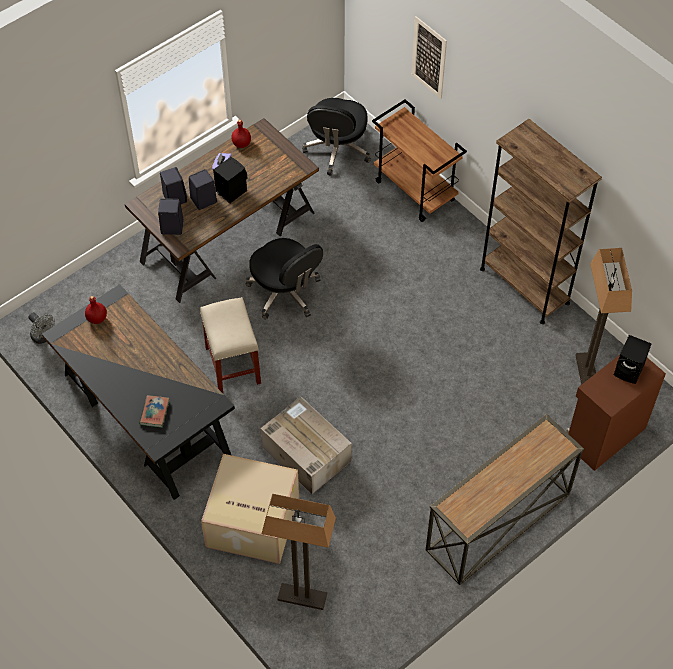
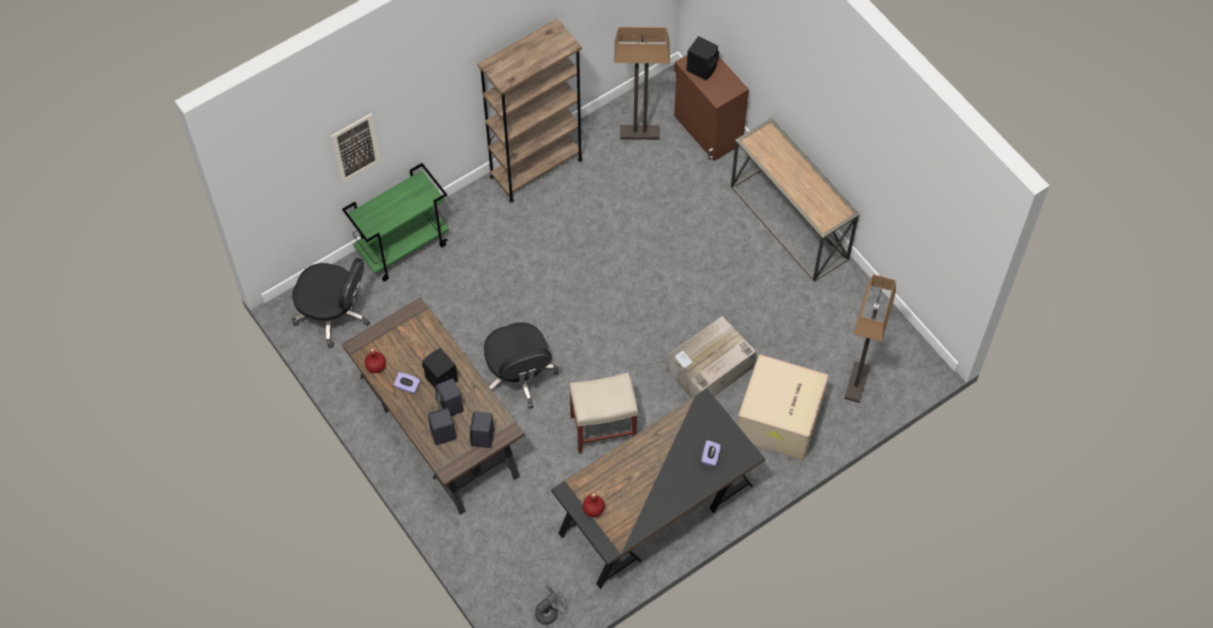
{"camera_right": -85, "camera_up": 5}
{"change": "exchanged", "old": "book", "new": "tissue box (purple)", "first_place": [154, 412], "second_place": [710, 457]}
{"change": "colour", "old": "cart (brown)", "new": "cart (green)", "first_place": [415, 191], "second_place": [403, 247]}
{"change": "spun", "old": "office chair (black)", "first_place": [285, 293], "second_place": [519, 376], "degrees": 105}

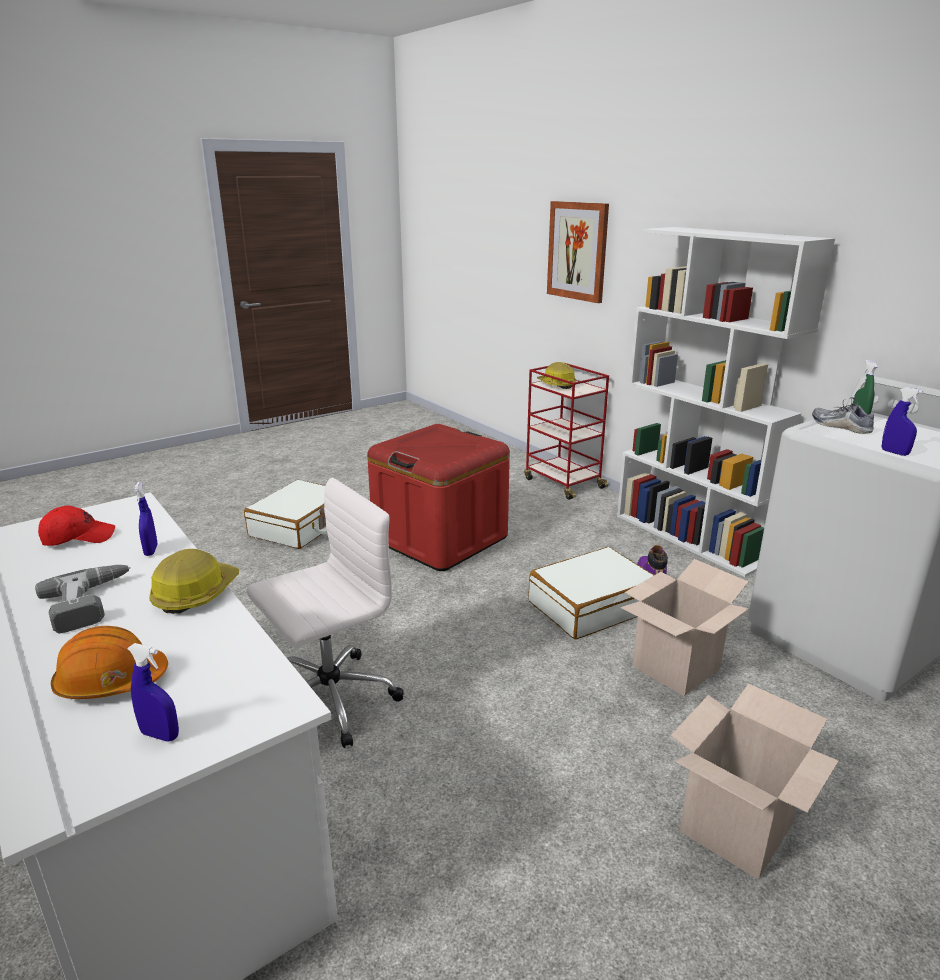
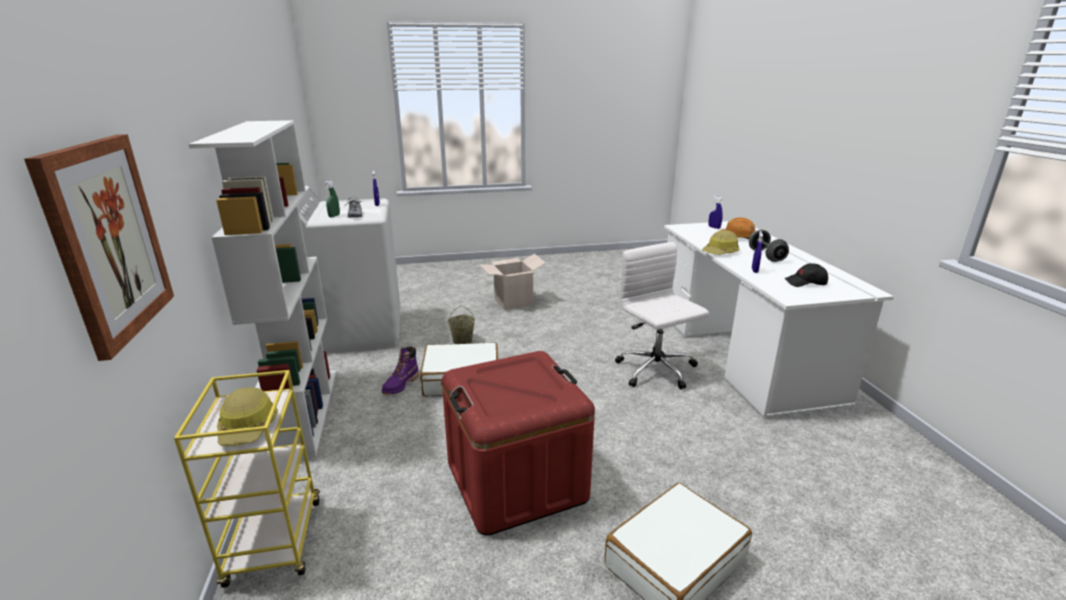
{"camera_right": -155, "camera_up": 0}
{"change": "exchanged", "old": "power drill", "new": "dumbbell (grey)", "first_place": [91, 603], "second_place": [766, 256]}
{"change": "exchanged", "old": "cardboard box", "new": "bucket (beige)", "first_place": [676, 667], "second_place": [462, 341]}
{"change": "colour", "old": "cap (red)", "new": "cap (black)", "first_place": [78, 537], "second_place": [805, 283]}
{"change": "colour", "old": "cart (red)", "new": "cart (yellow)", "first_place": [563, 483], "second_place": [275, 543]}
{"change": "spun", "old": "office chair (white)", "first_place": [328, 699], "second_place": [656, 371], "degrees": 75}

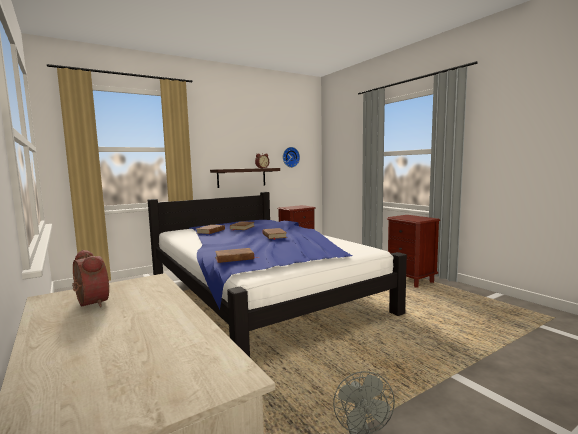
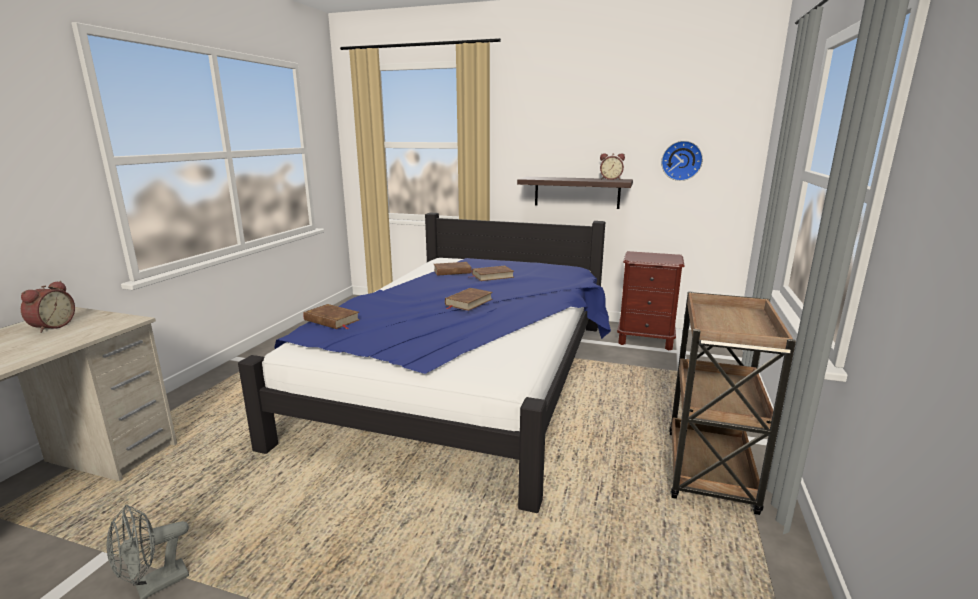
{"camera_right": 50, "camera_up": 10}
{"change": "exchanged", "old": "nightstand (brown)", "new": "cart (brown)", "first_place": [410, 280], "second_place": [709, 472]}

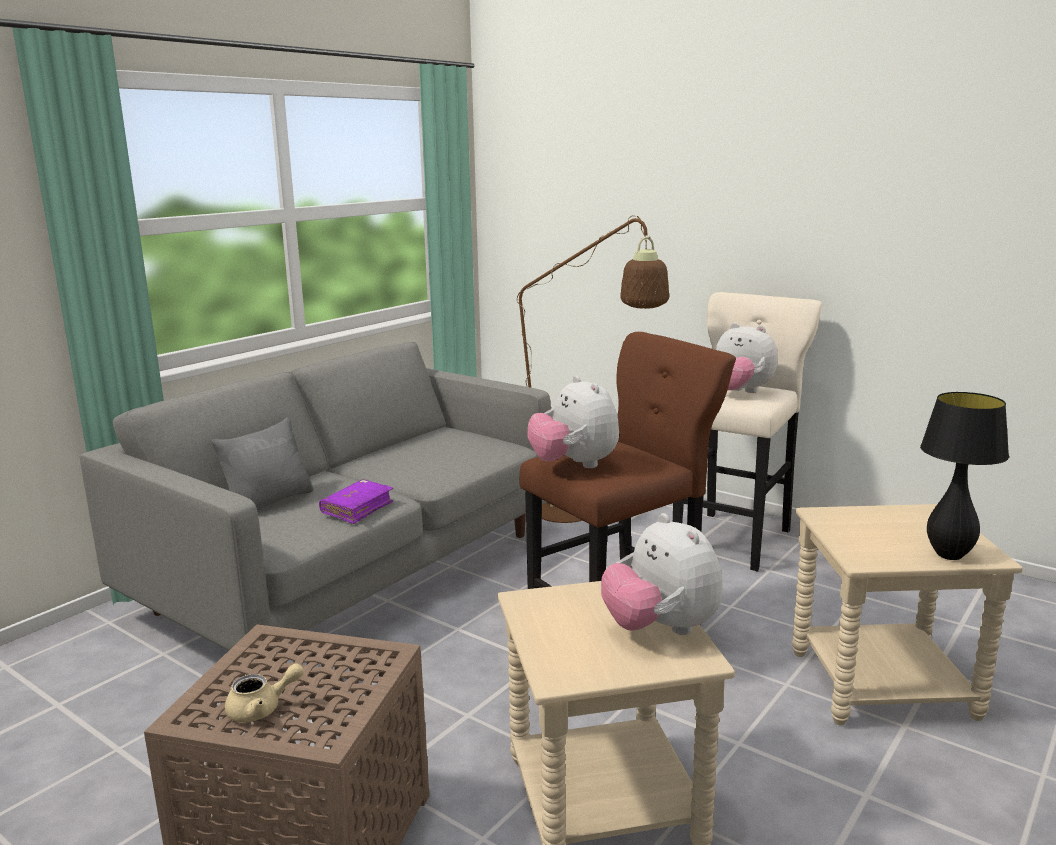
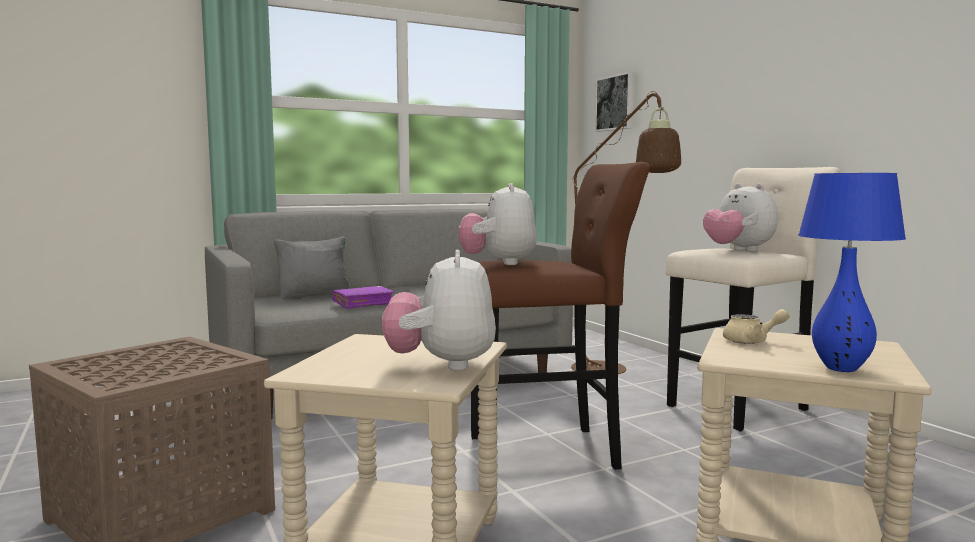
{"camera_right": 25, "camera_up": -10}
{"change": "appeared", "new": "picture", "second_place": [616, 103]}
{"change": "relocated", "old": "teapot (beige)", "first_place": [262, 709], "second_place": [752, 341]}
{"change": "colour", "old": "table lamp (black)", "new": "table lamp (blue)", "first_place": [949, 555], "second_place": [841, 369]}

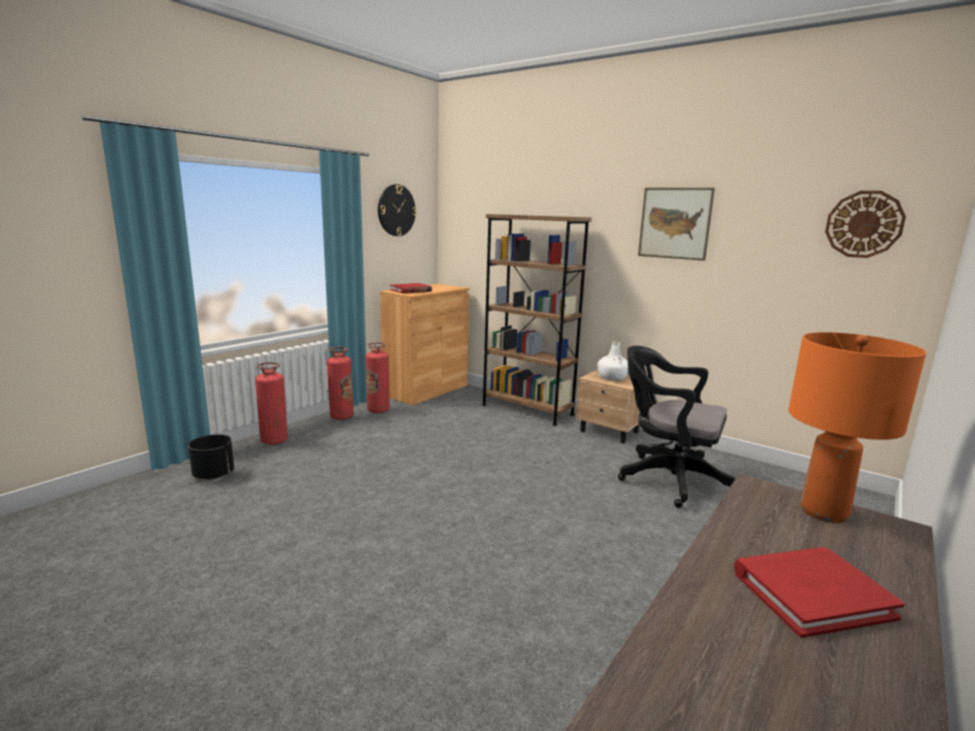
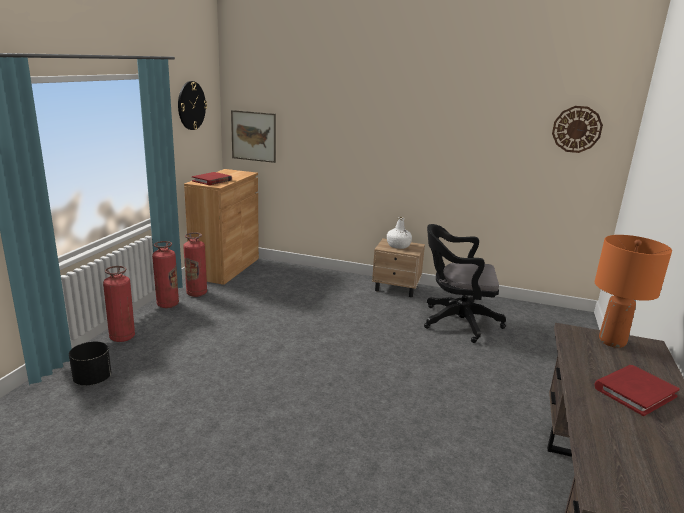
{"camera_right": -20, "camera_up": 5}
{"change": "missing", "old": "bookcase (brown)", "first_place": [527, 409]}
{"change": "relocated", "old": "picture", "first_place": [674, 223], "second_place": [253, 136]}

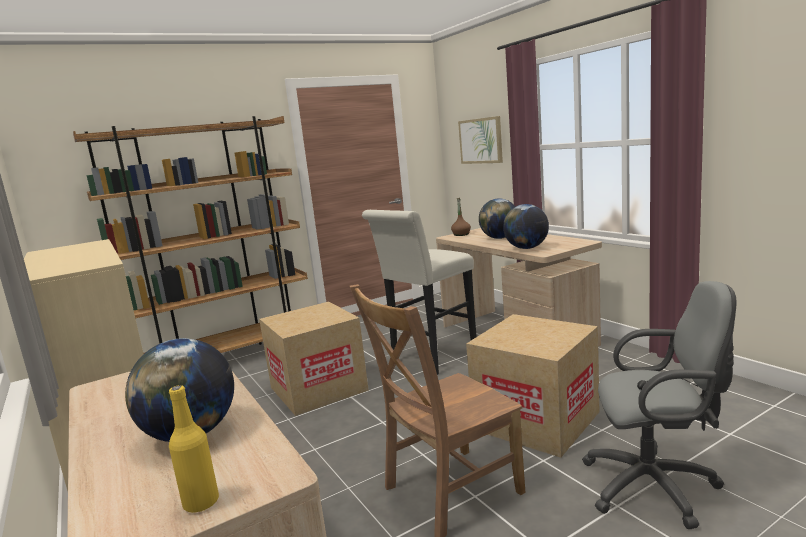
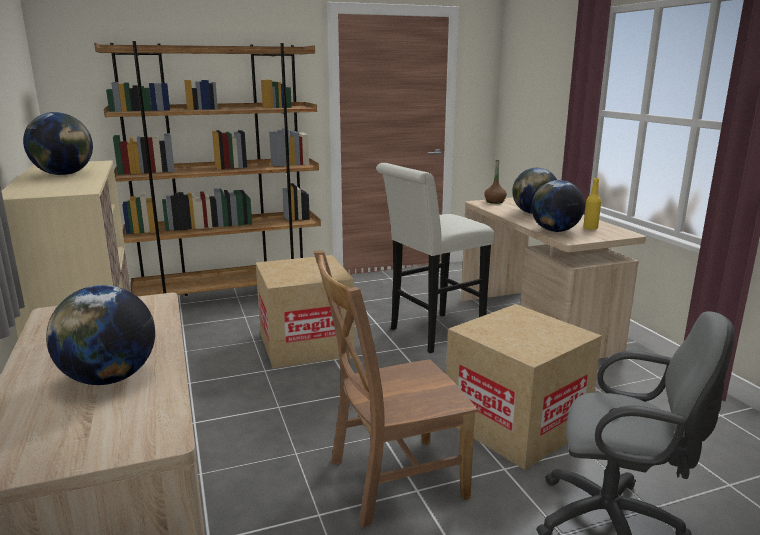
{"camera_right": 10, "camera_up": 5}
{"change": "missing", "old": "picture", "first_place": [481, 141]}
{"change": "appeared", "new": "globe", "second_place": [64, 175]}
{"change": "relocated", "old": "bottle (yellow)", "first_place": [201, 502], "second_place": [590, 228]}

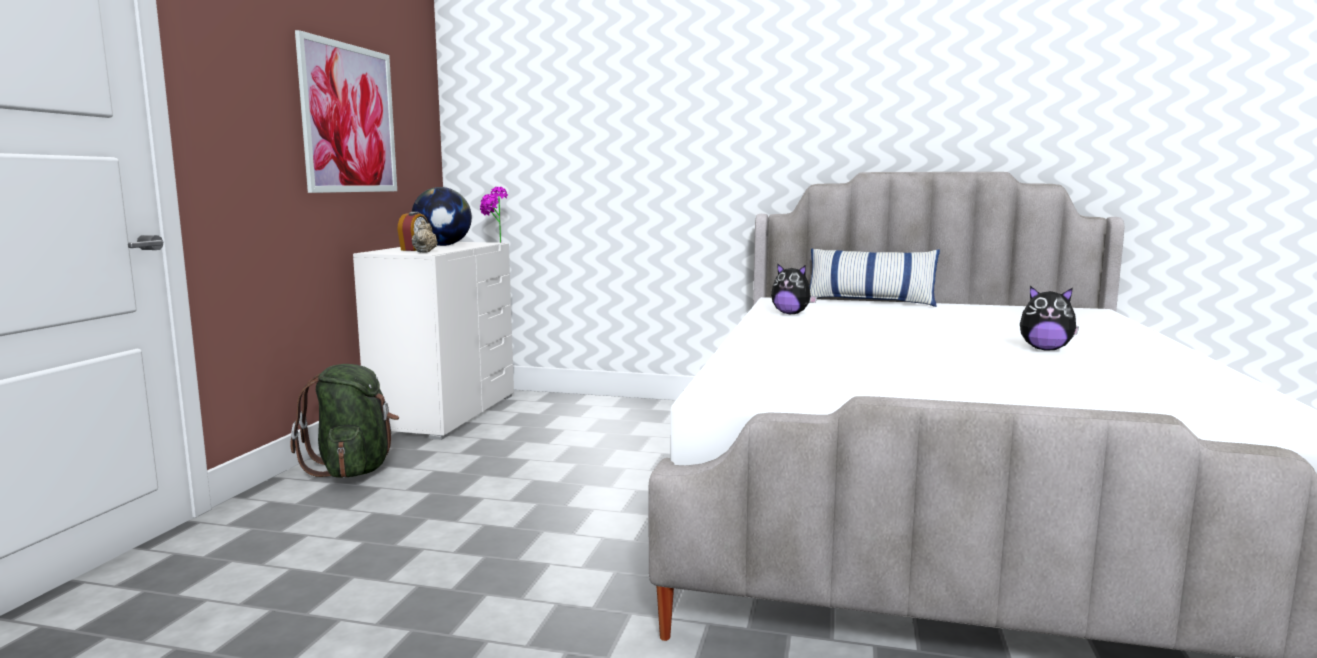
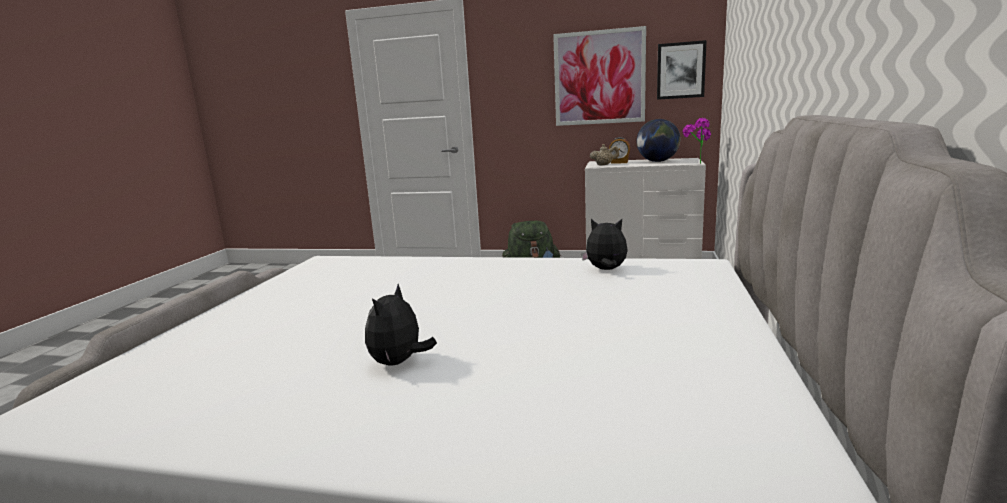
{"camera_right": 90, "camera_up": 5}
{"change": "missing", "old": "pillow", "first_place": [869, 301]}
{"change": "appeared", "new": "picture", "second_place": [680, 70]}
{"change": "spun", "old": "plush toy", "first_place": [791, 314], "second_place": [606, 270], "degrees": 75}

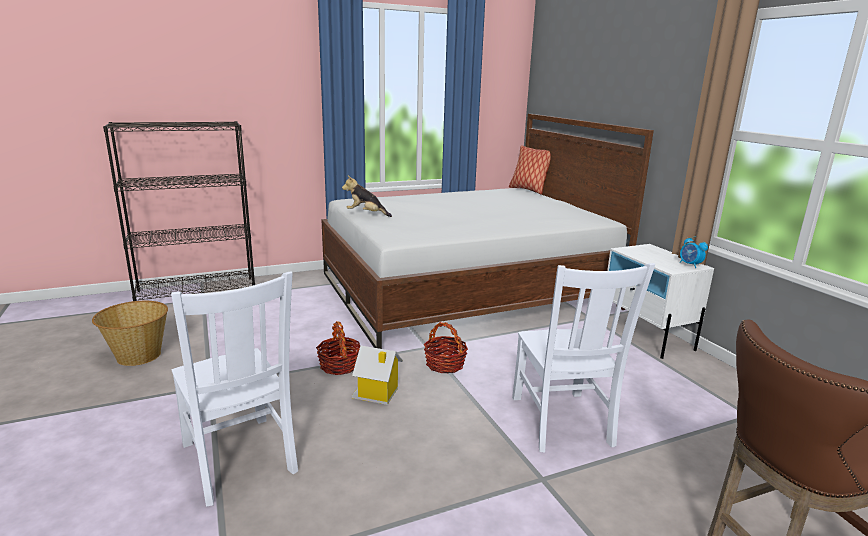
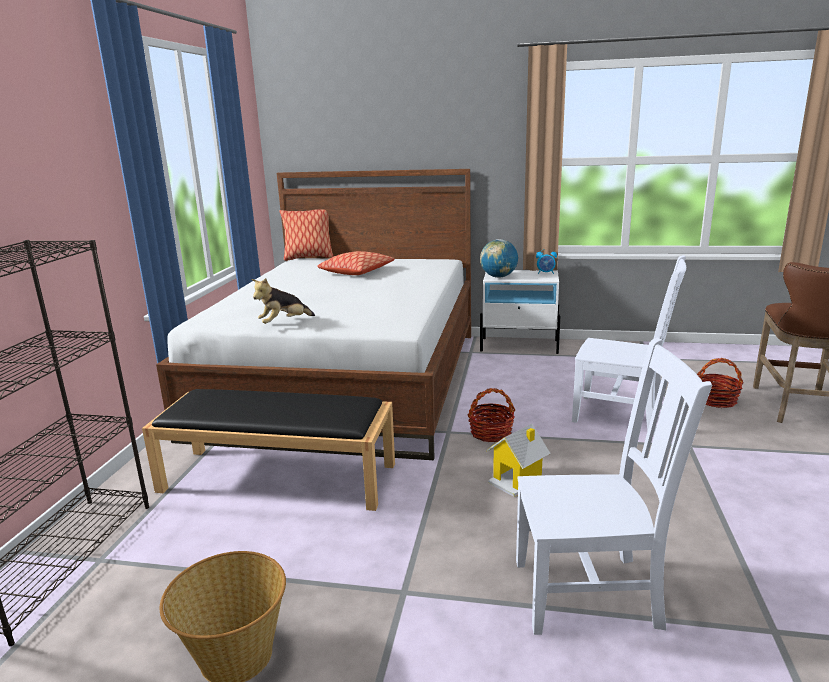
{"camera_right": -55, "camera_up": 0}
{"change": "appeared", "new": "bench (black)", "second_place": [280, 477]}
{"change": "appeared", "new": "pillow", "second_place": [356, 272]}
{"change": "appeared", "new": "globe", "second_place": [498, 277]}
{"change": "relocated", "old": "basket", "first_place": [339, 365], "second_place": [716, 400]}

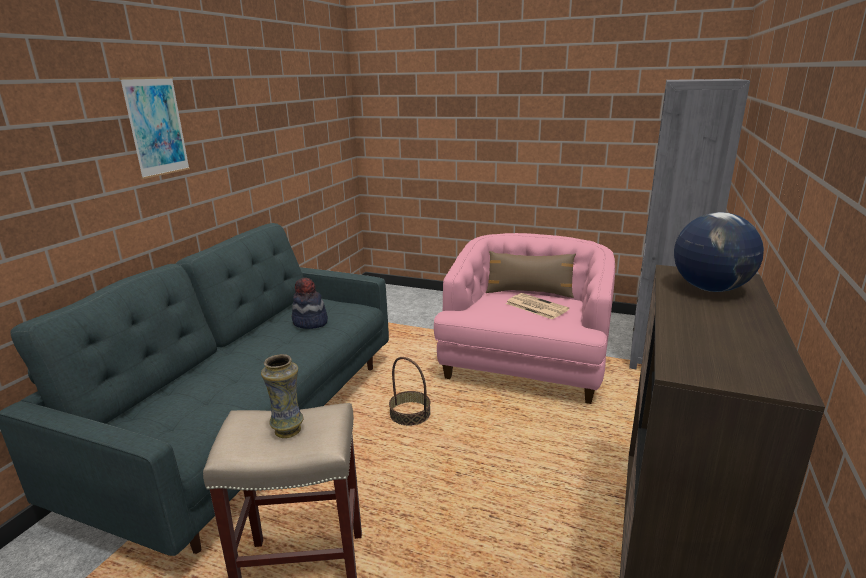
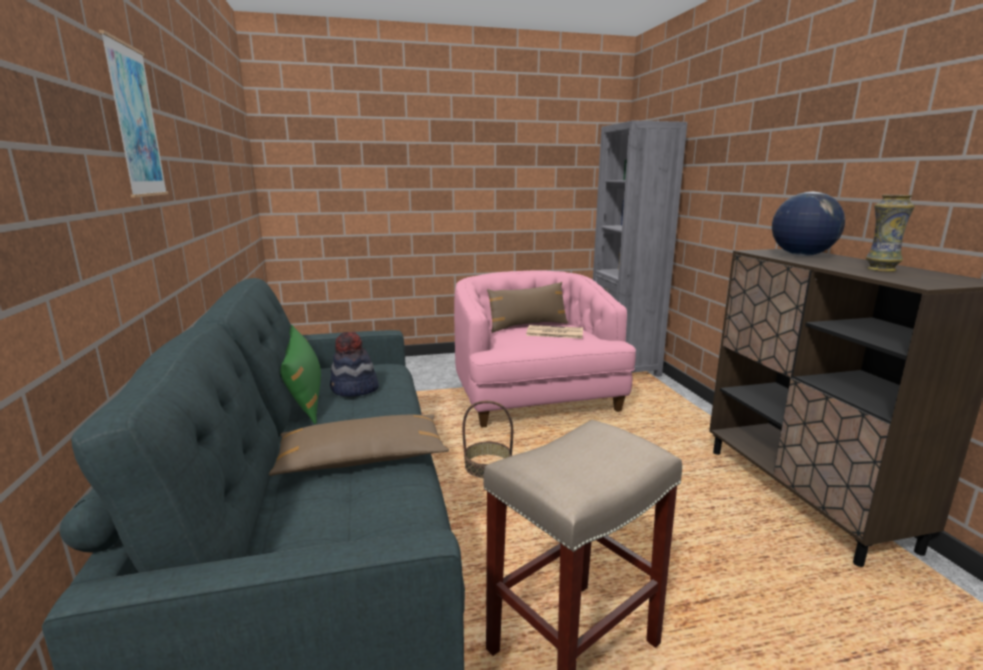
{"camera_right": -35, "camera_up": -5}
{"change": "appeared", "new": "pillow (brown)", "second_place": [362, 459]}
{"change": "appeared", "new": "pillow (green)", "second_place": [305, 398]}
{"change": "relocated", "old": "vase", "first_place": [288, 430], "second_place": [880, 269]}

